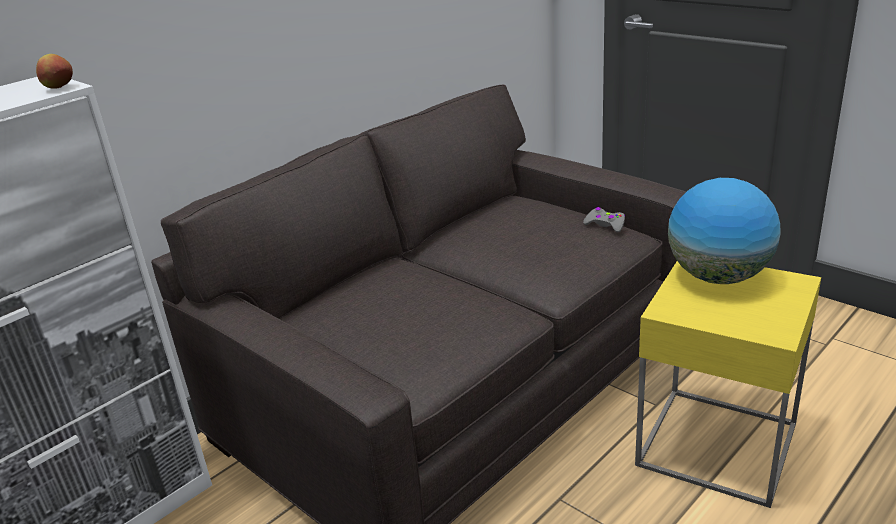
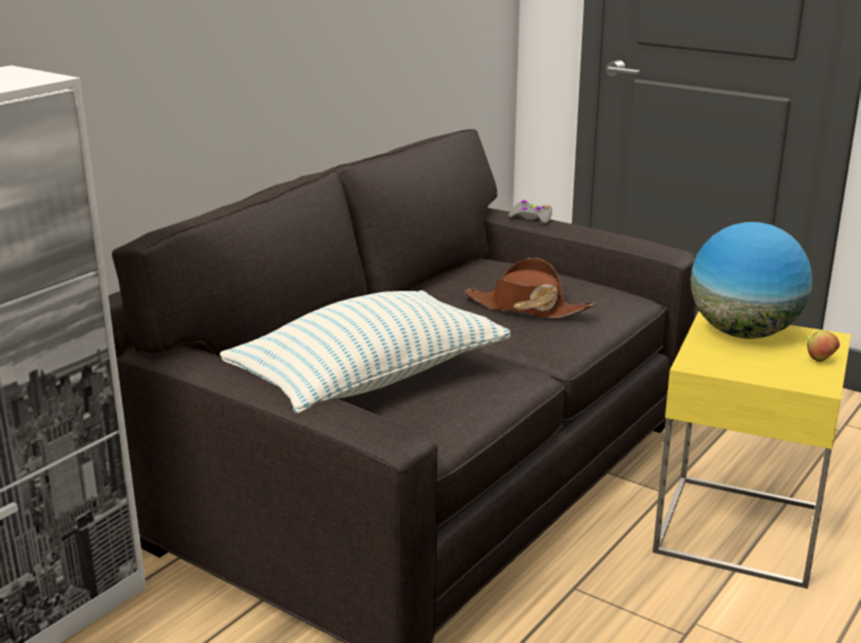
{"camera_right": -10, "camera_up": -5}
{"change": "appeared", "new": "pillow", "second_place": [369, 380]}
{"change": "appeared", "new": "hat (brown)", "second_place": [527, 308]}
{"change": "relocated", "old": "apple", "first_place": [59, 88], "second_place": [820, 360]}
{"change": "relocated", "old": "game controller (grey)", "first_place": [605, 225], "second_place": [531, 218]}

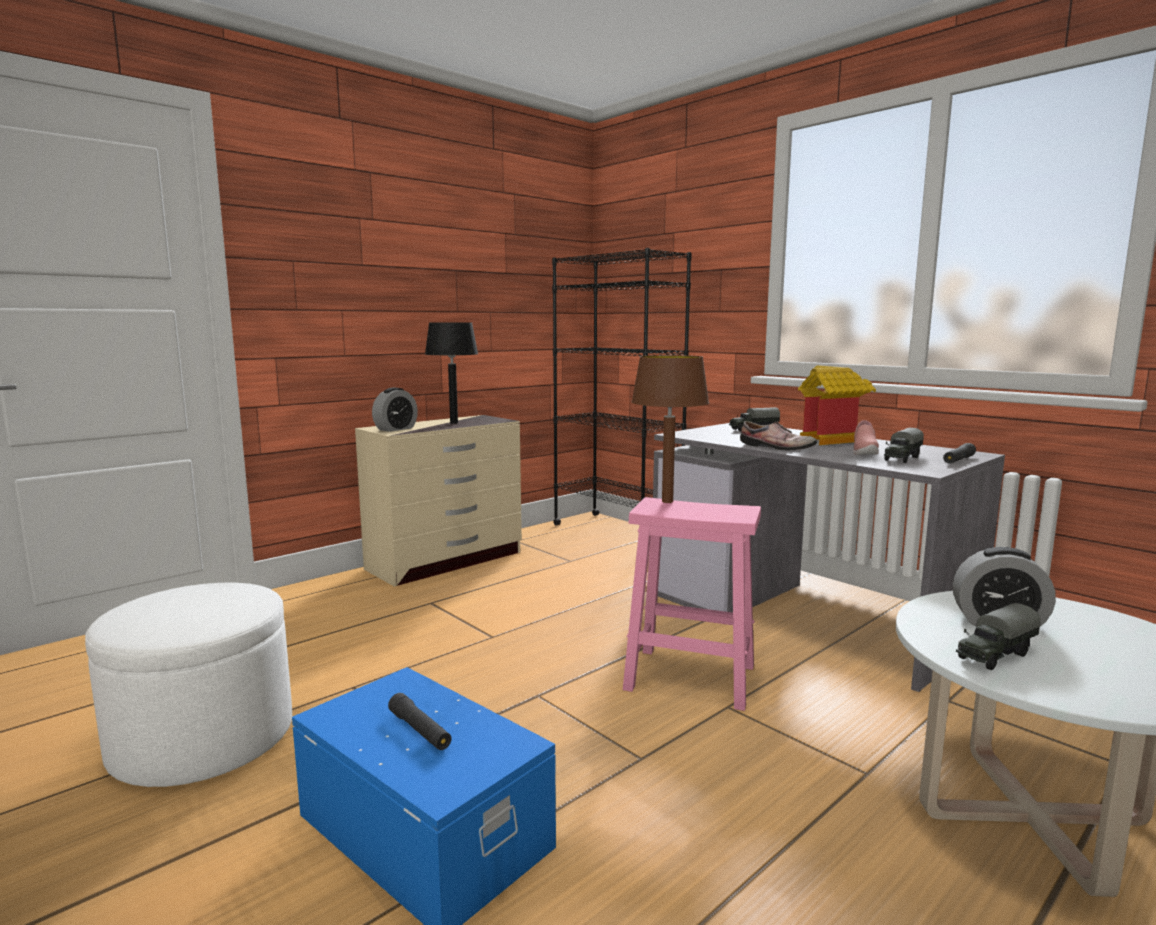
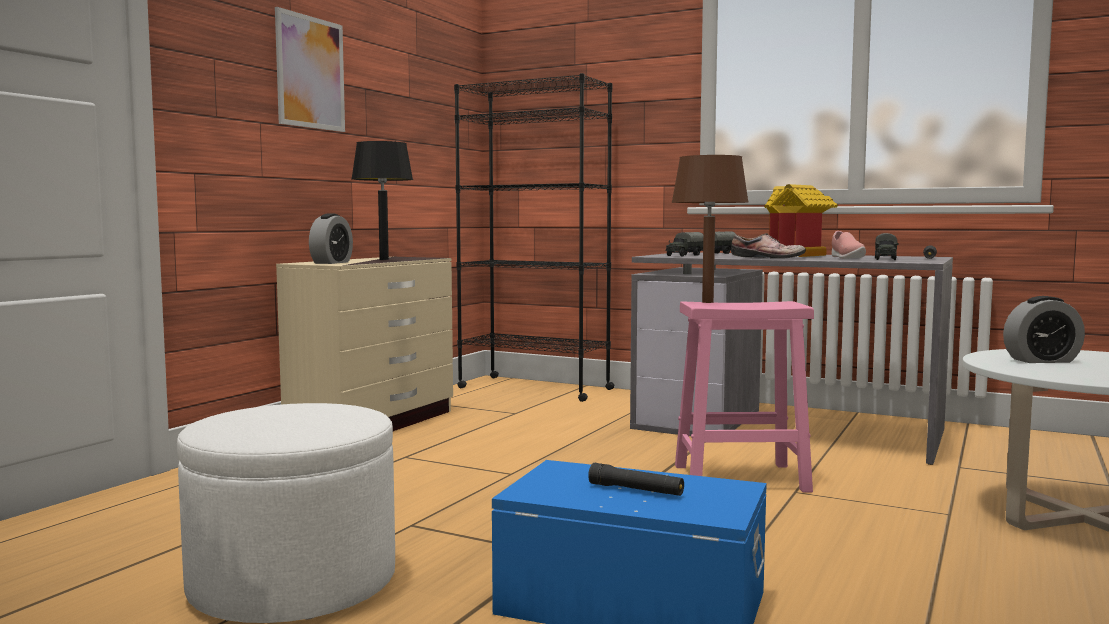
{"camera_right": -20, "camera_up": -5}
{"change": "appeared", "new": "picture", "second_place": [310, 72]}
{"change": "relocated", "old": "toy truck", "first_place": [994, 655], "second_place": [684, 255]}

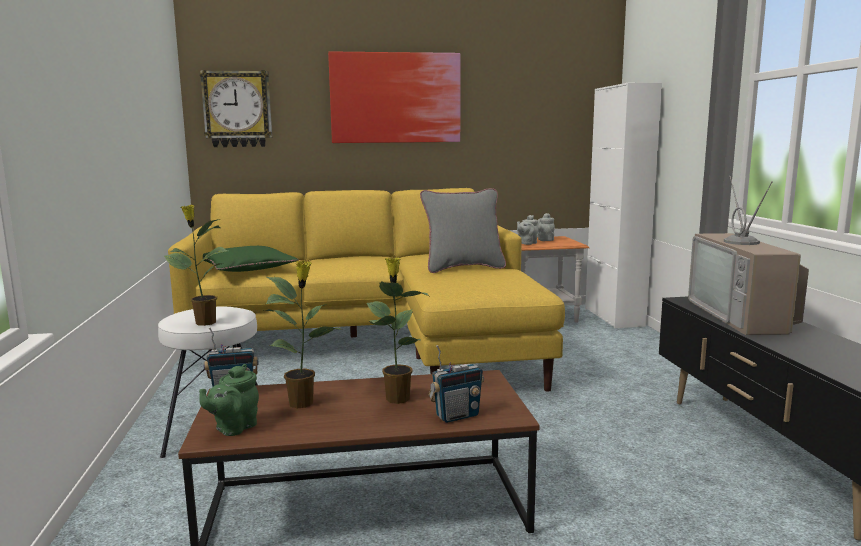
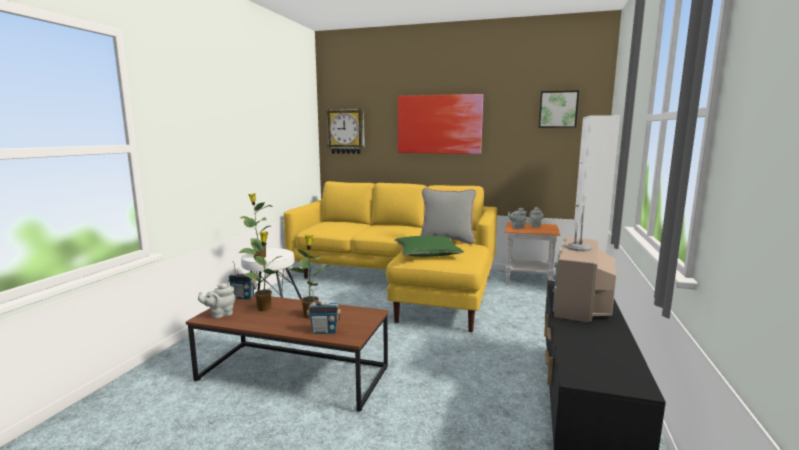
{"camera_right": 25, "camera_up": 0}
{"change": "appeared", "new": "picture", "second_place": [558, 109]}
{"change": "relocated", "old": "pillow (green)", "first_place": [247, 268], "second_place": [427, 252]}
{"change": "colour", "old": "teapot (green)", "new": "teapot (grey)", "first_place": [233, 428], "second_place": [220, 314]}

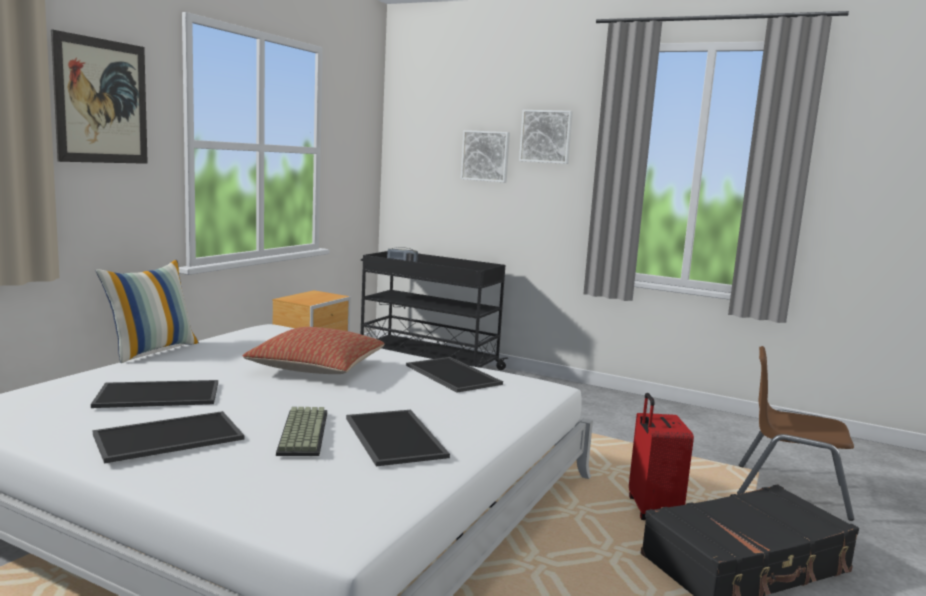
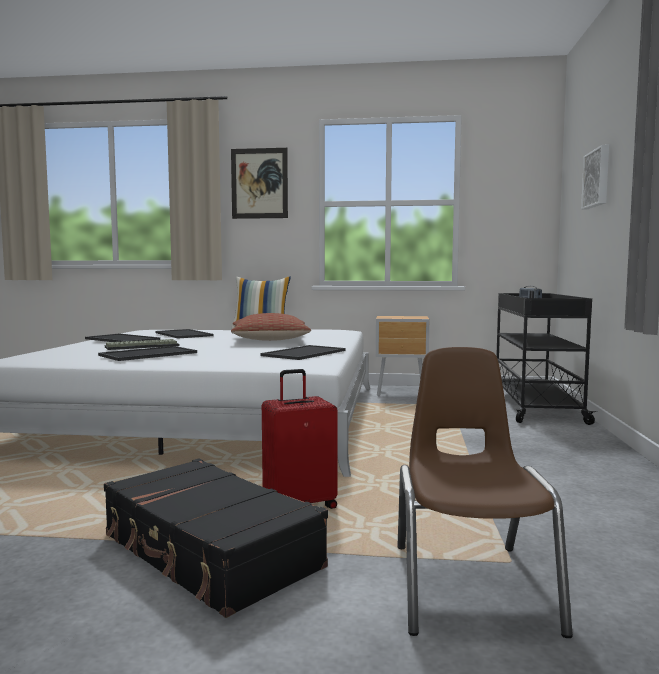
{"camera_right": 70, "camera_up": -5}
{"change": "missing", "old": "picture", "first_place": [546, 136]}

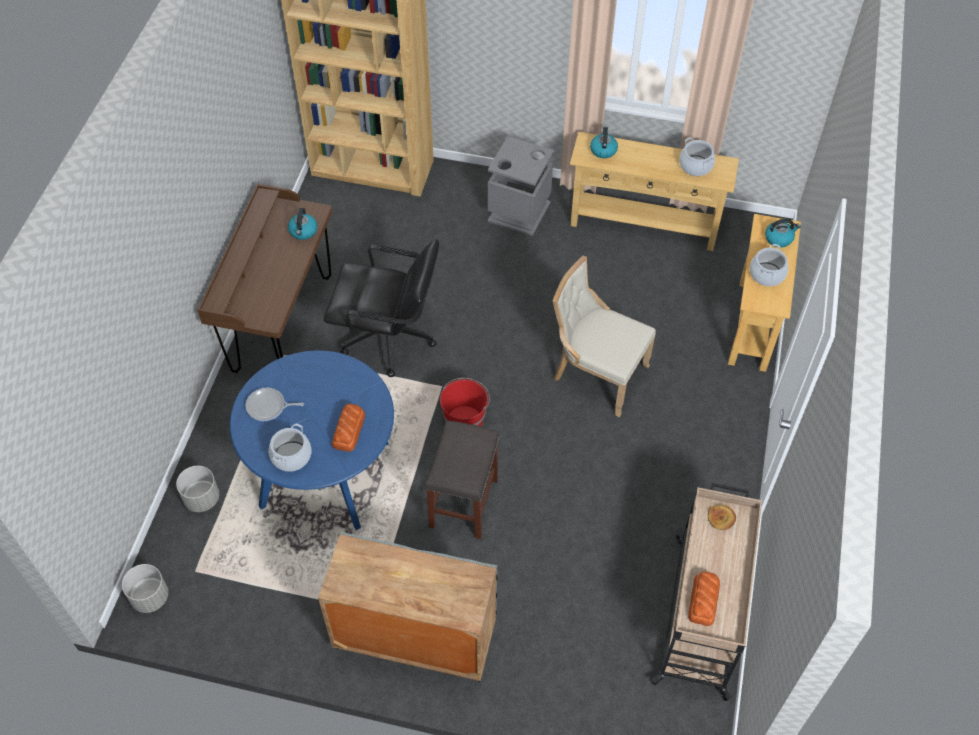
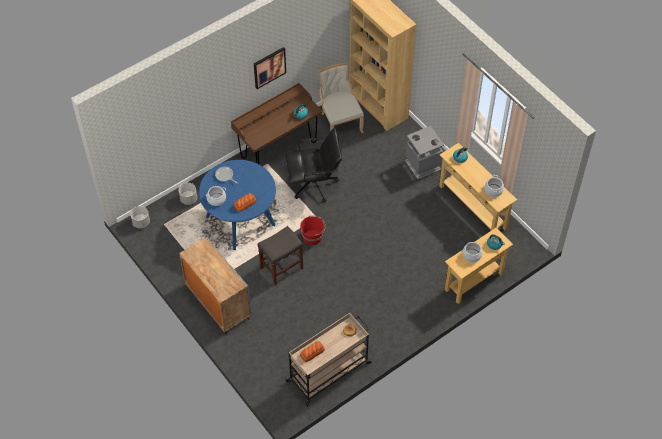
{"camera_right": 40, "camera_up": 0}
{"change": "appeared", "new": "picture", "second_place": [269, 67]}
{"change": "relocated", "old": "chair (beige)", "first_place": [596, 373], "second_place": [339, 122]}
{"change": "spun", "old": "office chair (black)", "first_place": [389, 339], "second_place": [314, 184], "degrees": -60}

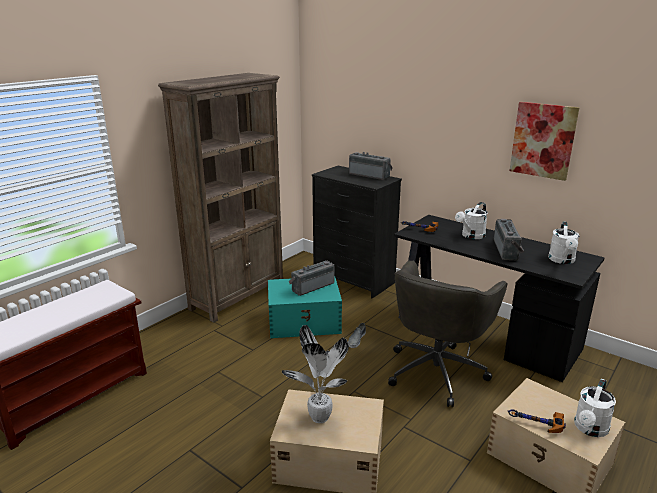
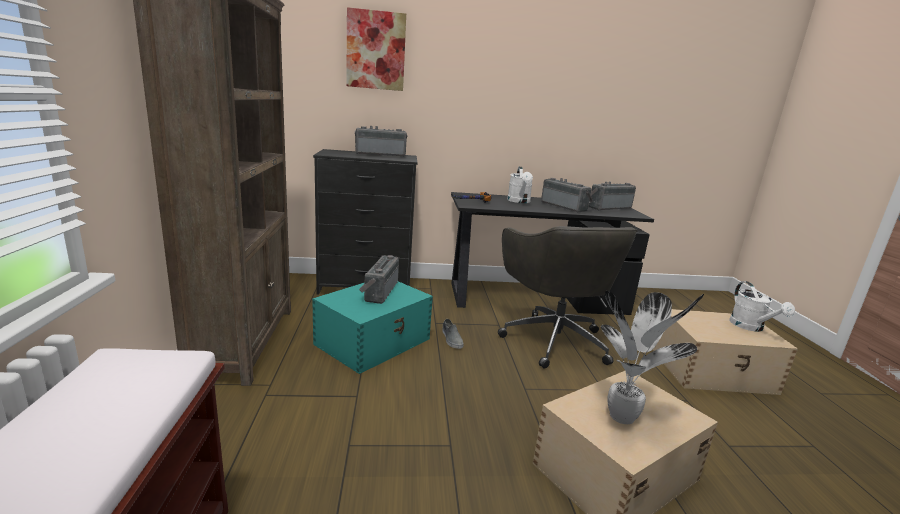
{"camera_right": -45, "camera_up": -5}
{"change": "missing", "old": "hammer", "first_place": [534, 424]}
{"change": "relocated", "old": "picture", "first_place": [543, 140], "second_place": [376, 50]}
{"change": "exchanged", "old": "watering can (white)", "new": "radio", "first_place": [562, 260], "second_place": [608, 207]}

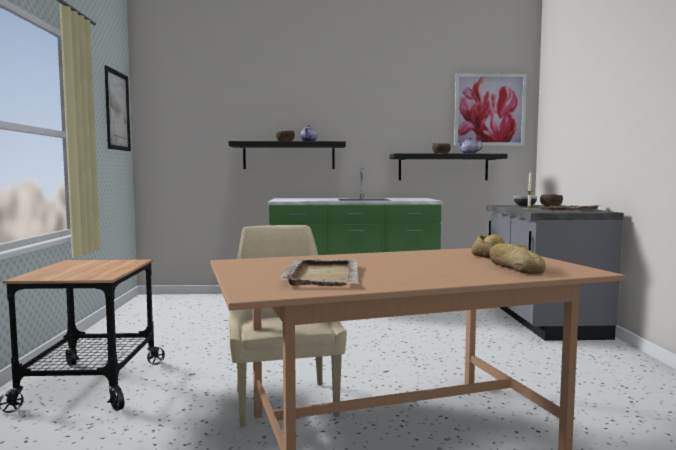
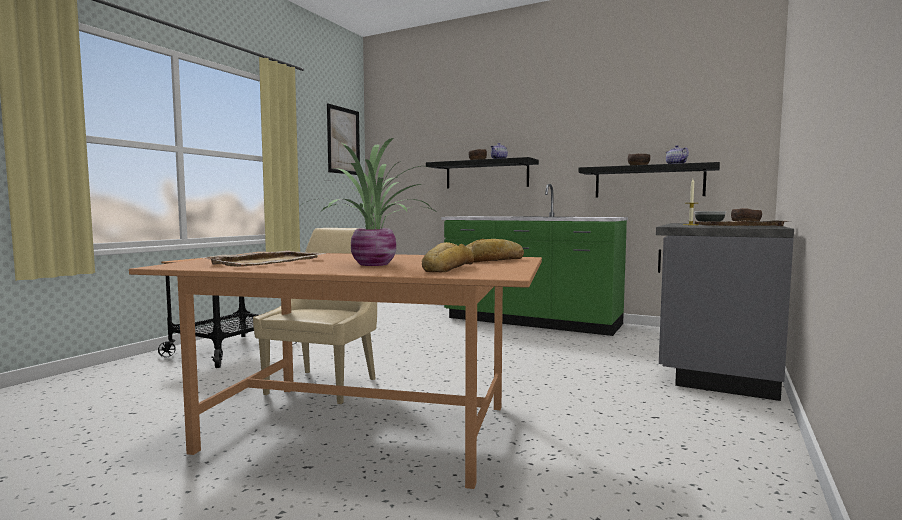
{"camera_right": 30, "camera_up": 0}
{"change": "missing", "old": "picture", "first_place": [489, 110]}
{"change": "appeared", "new": "potted plant", "second_place": [374, 264]}

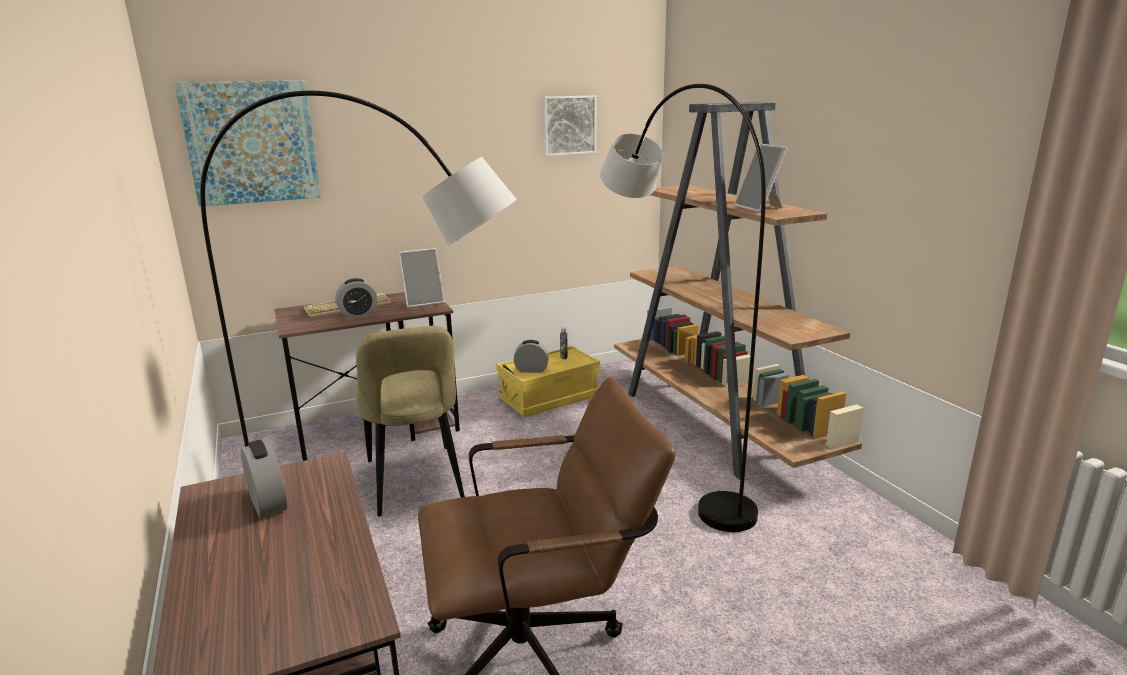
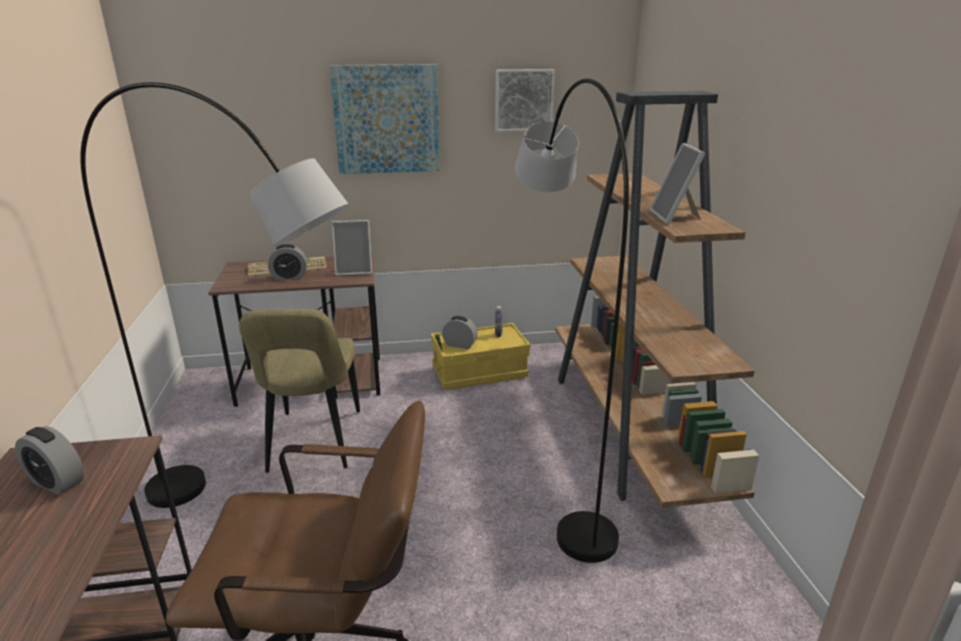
{"camera_right": 15, "camera_up": 5}
{"change": "relocated", "old": "picture", "first_place": [252, 142], "second_place": [387, 119]}
{"change": "spun", "old": "alarm clock", "first_place": [268, 503], "second_place": [57, 482], "degrees": 135}

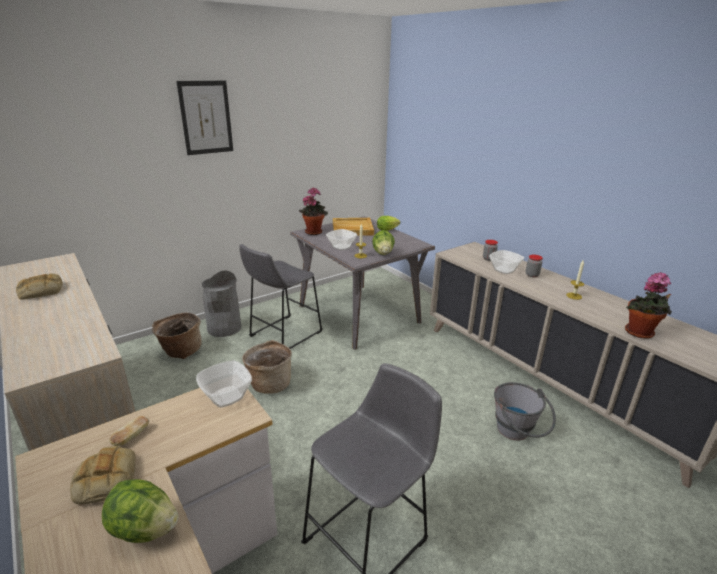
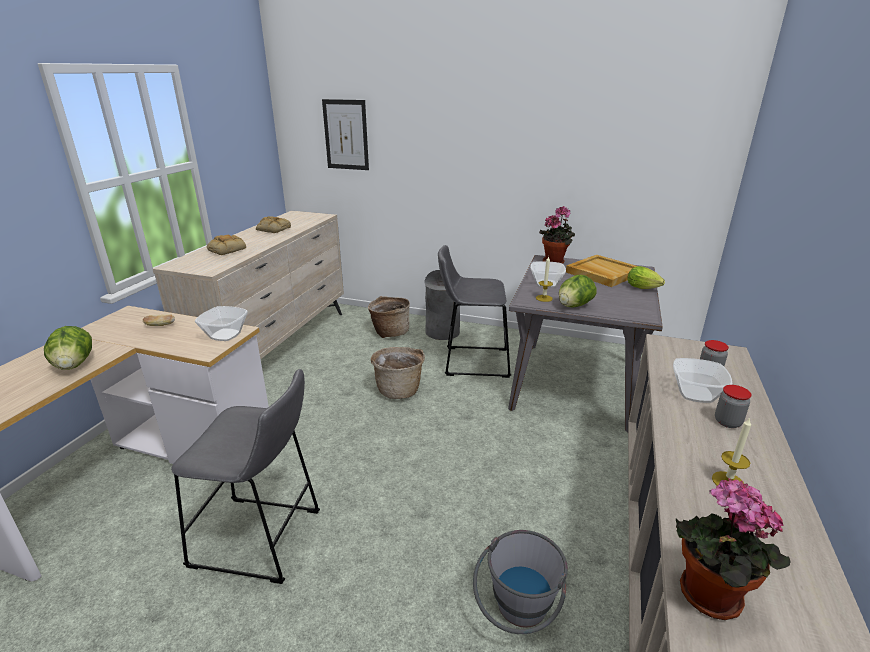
{"camera_right": 55, "camera_up": 0}
{"change": "relocated", "old": "bread", "first_place": [105, 479], "second_place": [227, 249]}
{"change": "relocated", "old": "picture", "first_place": [206, 118], "second_place": [346, 135]}

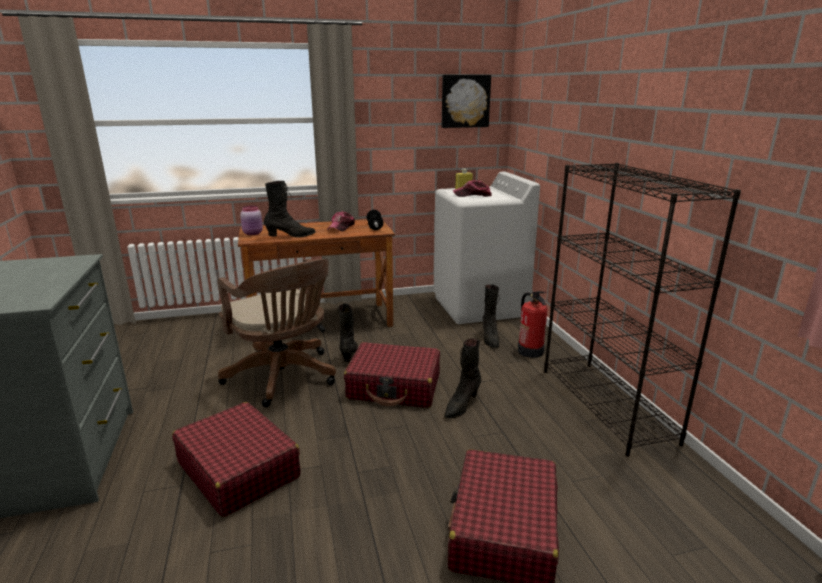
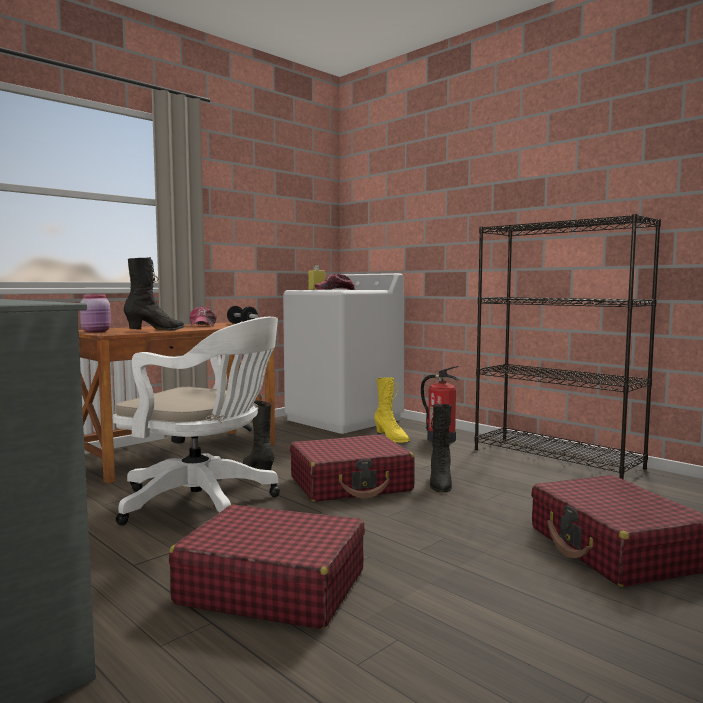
{"camera_right": -30, "camera_up": -15}
{"change": "missing", "old": "picture", "first_place": [465, 101]}
{"change": "colour", "old": "office chair (brown)", "new": "office chair (white)", "first_place": [284, 378], "second_place": [204, 503]}
{"change": "colour", "old": "boot (black)", "new": "boot (yellow)", "first_place": [490, 339], "second_place": [391, 438]}

